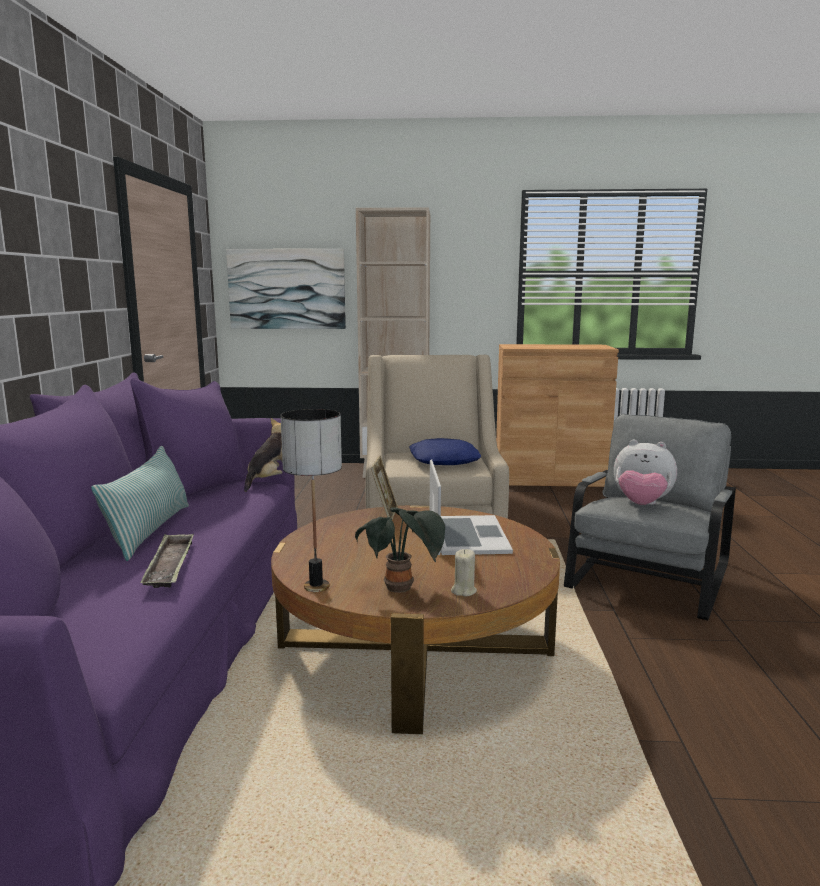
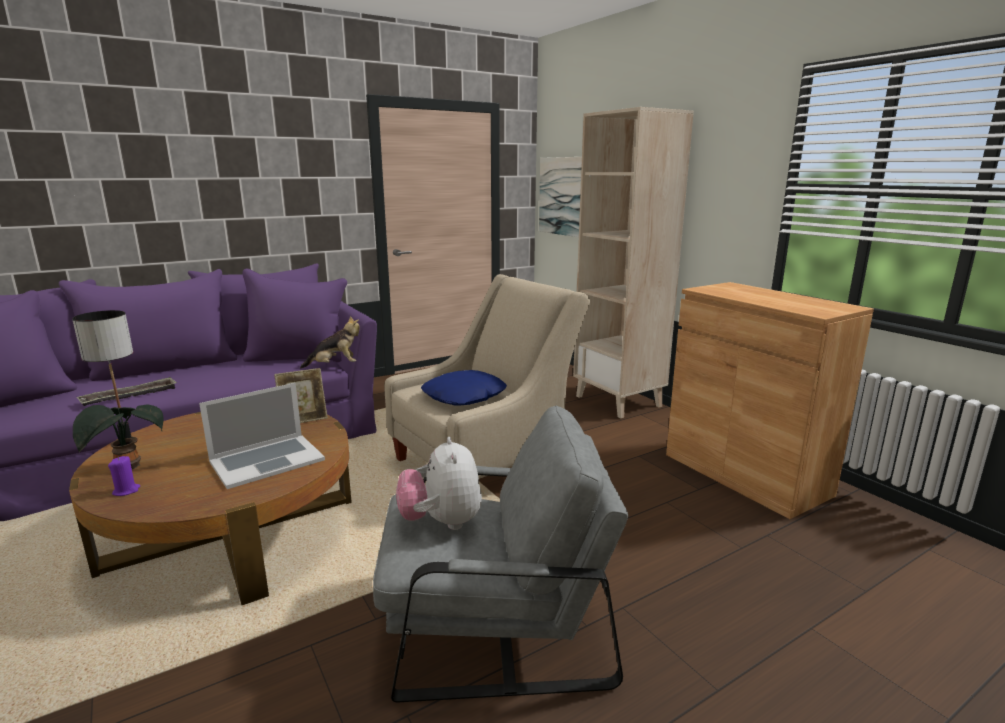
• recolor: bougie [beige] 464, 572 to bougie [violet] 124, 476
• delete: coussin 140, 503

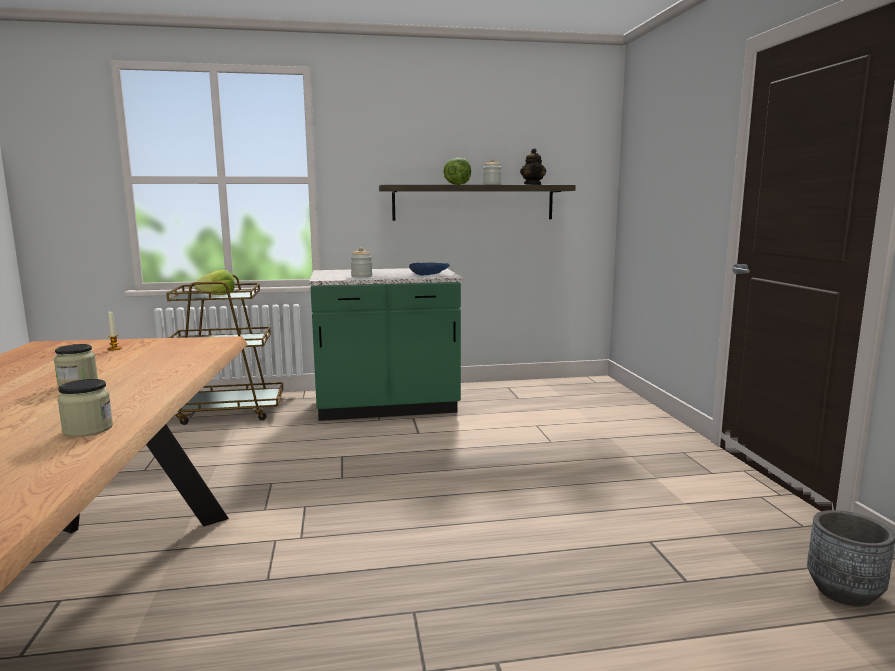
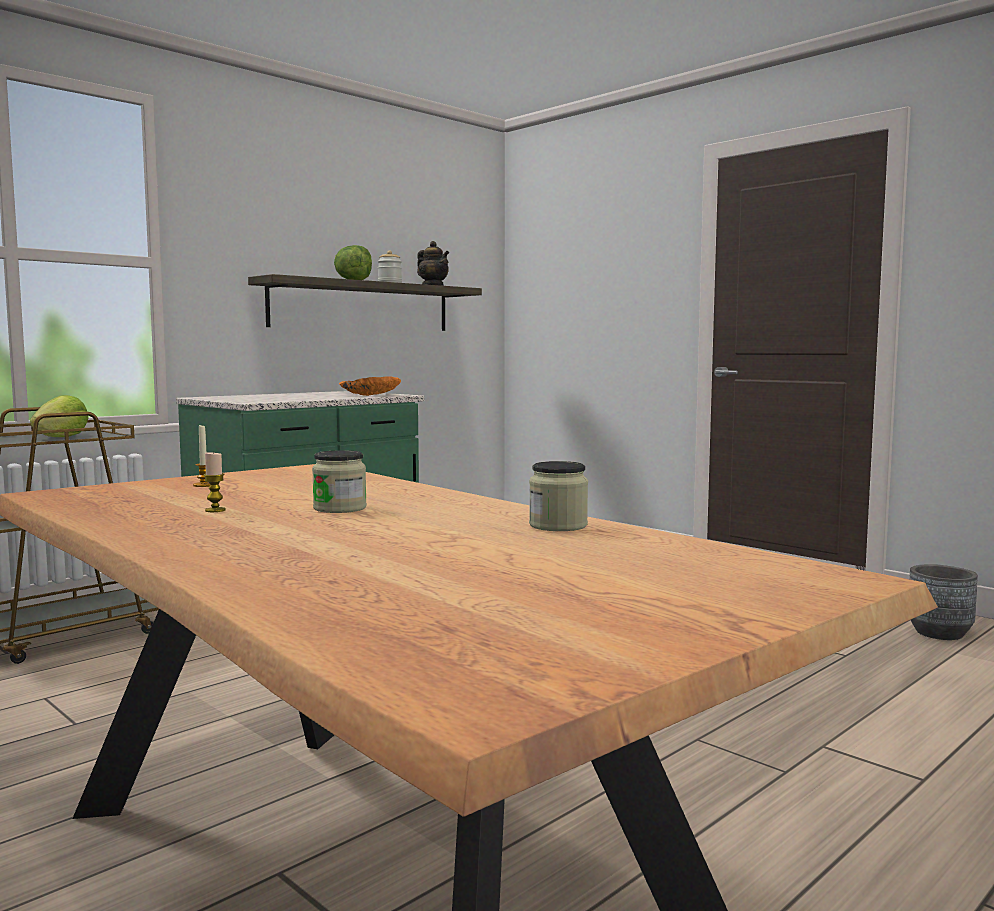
• insert: bougie 215, 482
• recolor: bol [bleu] 429, 269 to bol [orange] 370, 386
• delete: bocal 361, 262

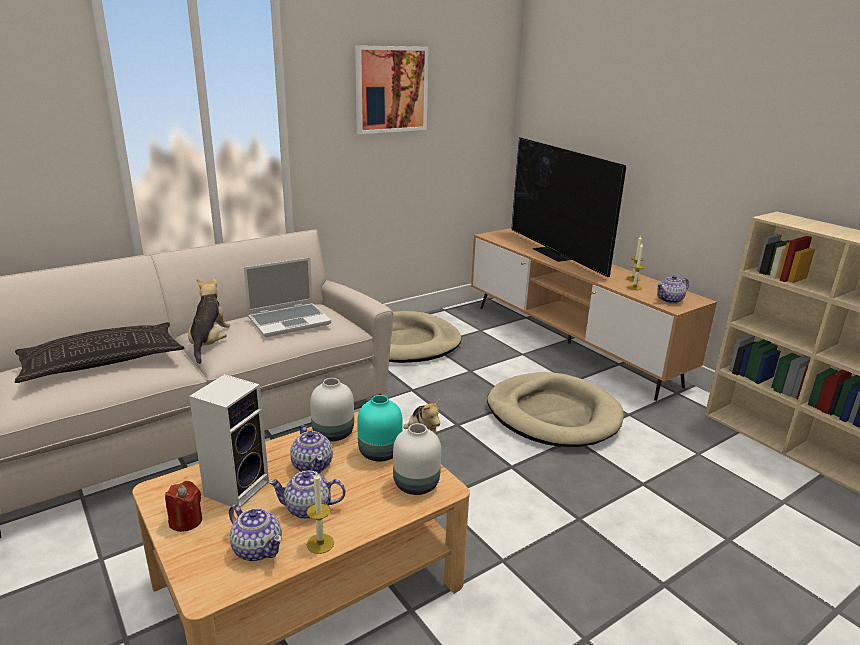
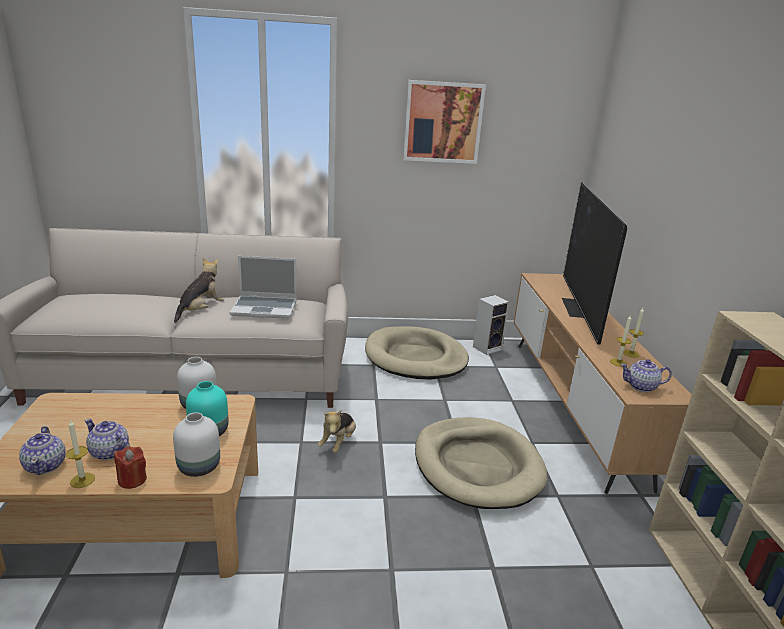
• move: bougie [rouge] 183, 506 to 130, 467
• move: enceinte 229, 441 to 491, 325
• delete: coussin 99, 352
• delete: théière 311, 449

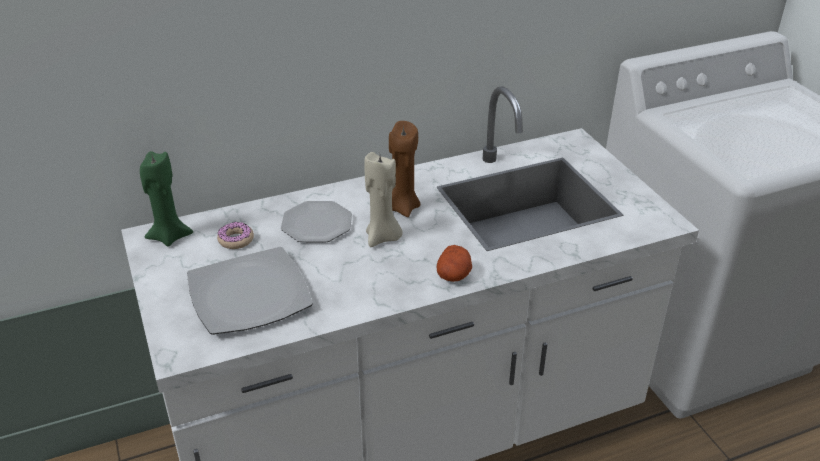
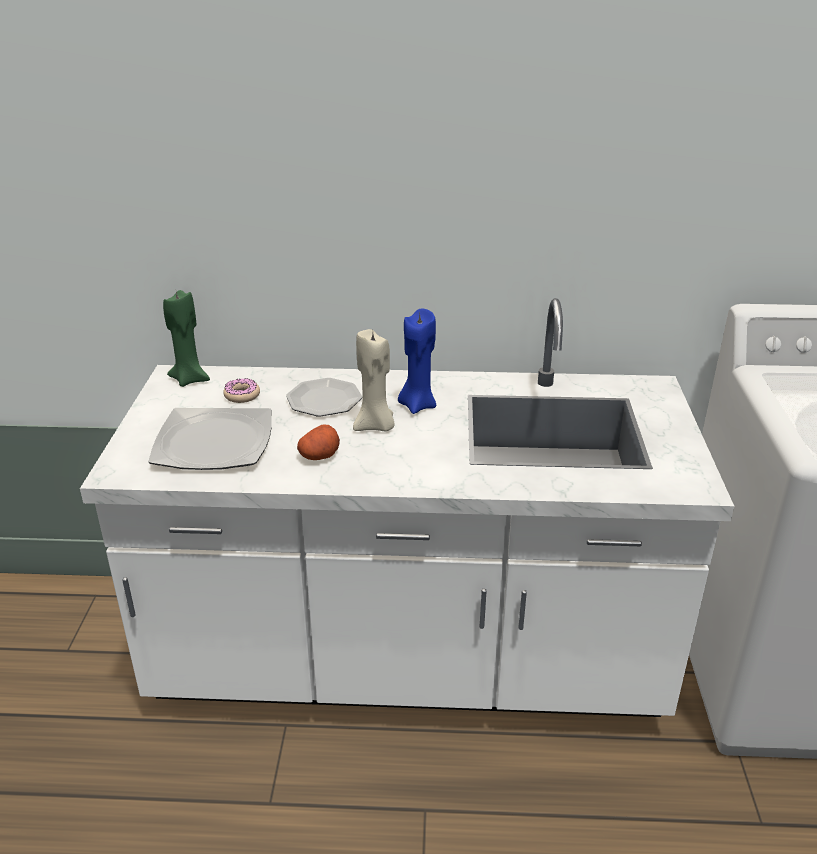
• move: pomme de terre 454, 263 to 318, 442
• recolor: bougie [marron] 404, 169 to bougie [bleu] 417, 361

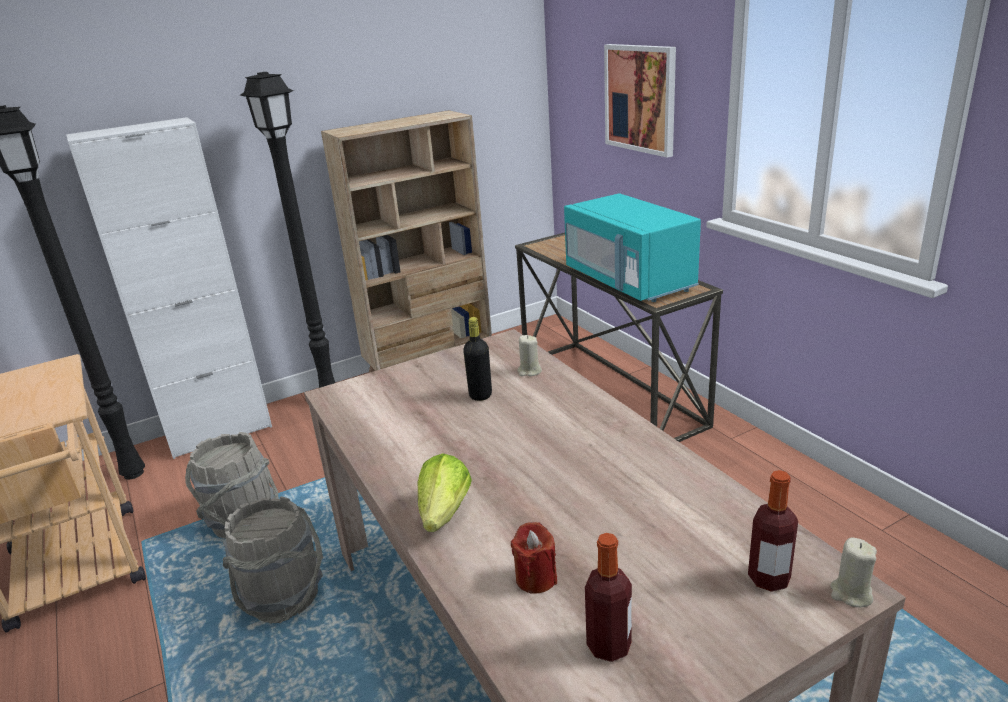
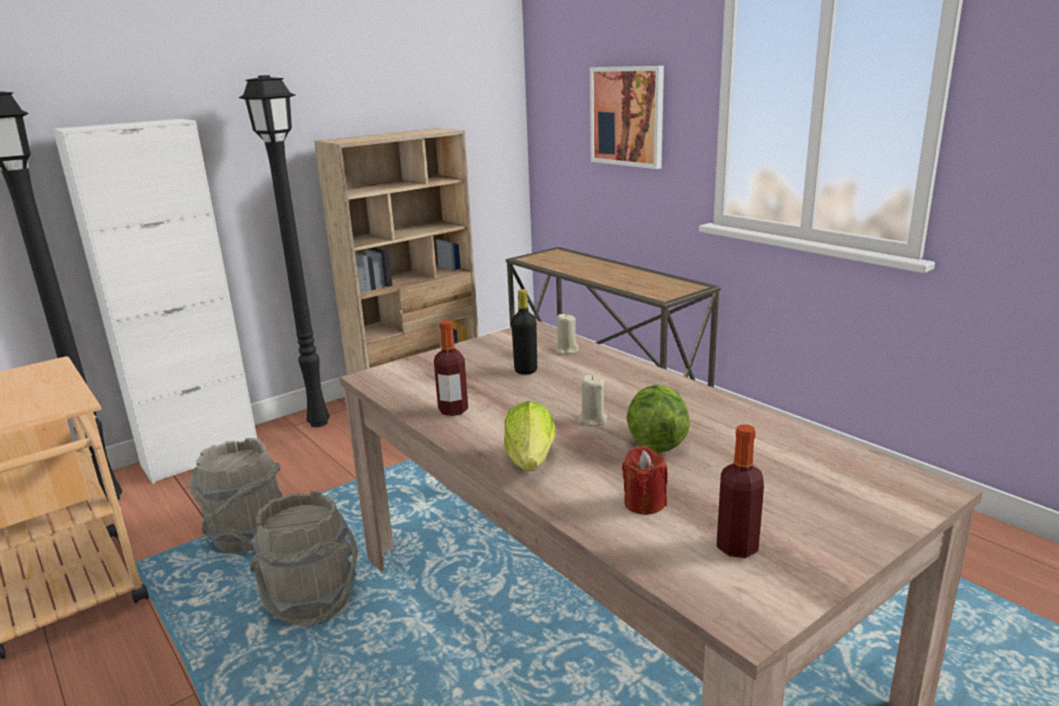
• move: bouteille 773, 531 to 451, 368
• move: bougie [beige] 853, 572 to 592, 400
• insert: laitue 658, 419
• delete: micro-ondes [turquoise] 632, 247

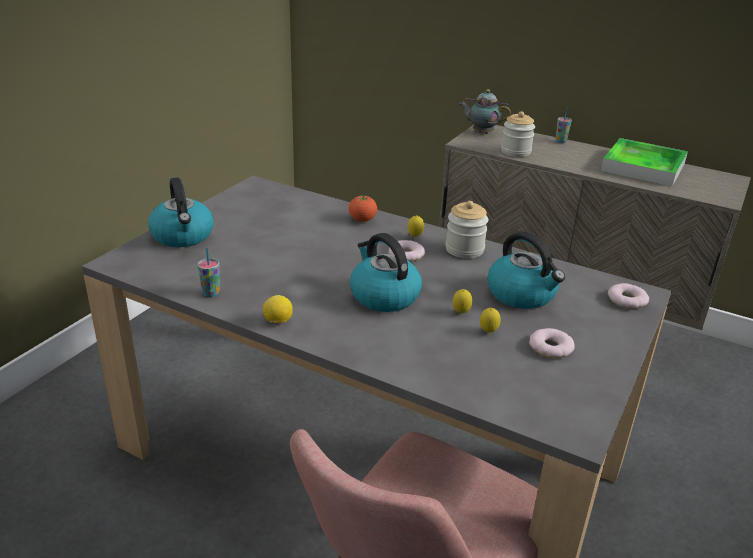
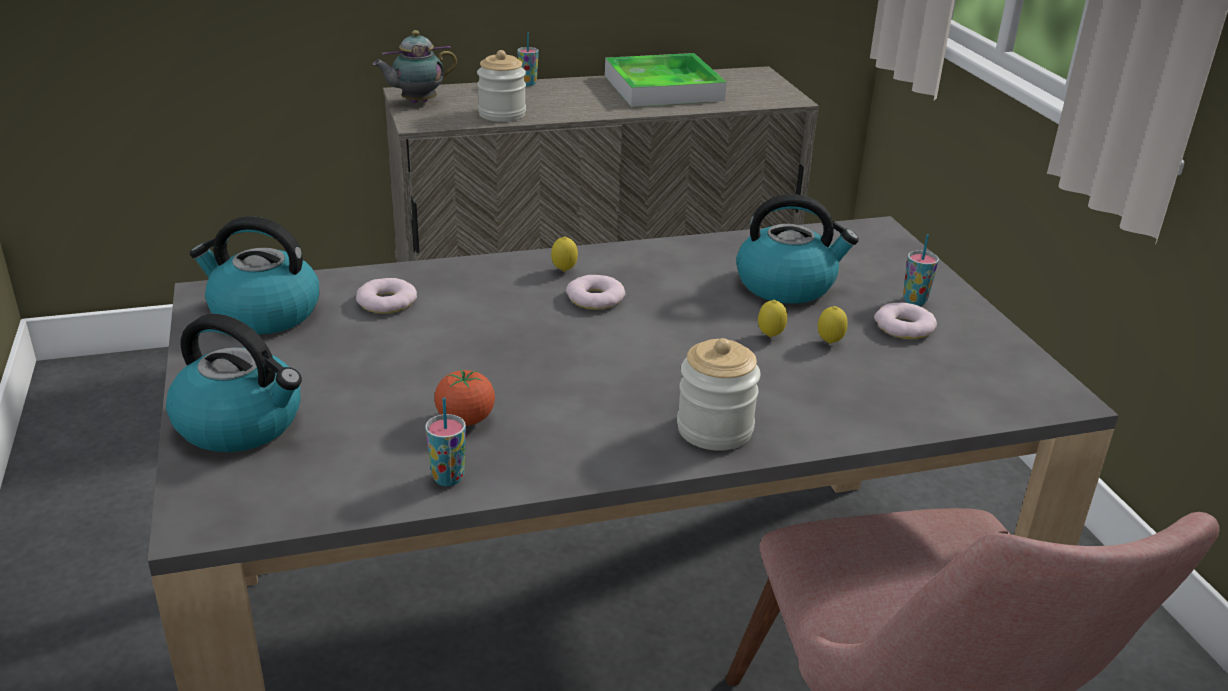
• move: bouilloire 386, 272 to 254, 275
• move: beignet 628, 296 to 386, 296
• move: tomate 363, 208 to 464, 397
• move: bocal 467, 229 to 719, 394
• insert: tasse 921, 270
• delete: citron 278, 309

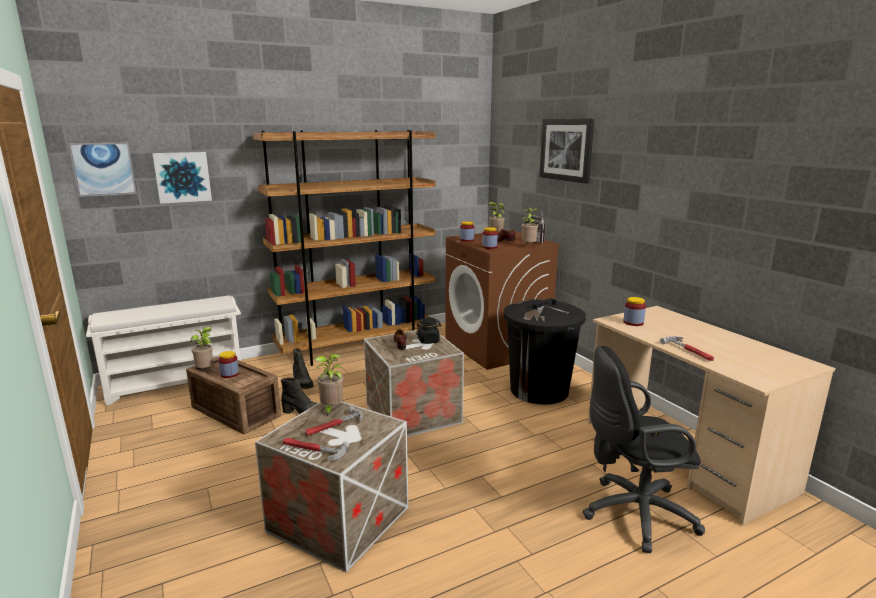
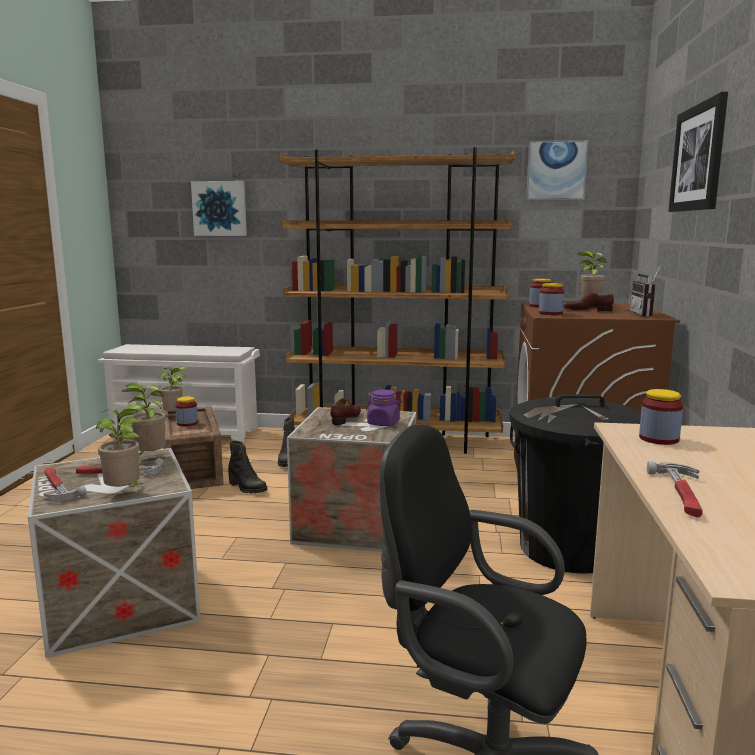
• move: plante en pot 530, 226 to 120, 446
• recolor: bocal [noir] 429, 330 to bocal [violet] 384, 407
• move: tableau 102, 169 to 557, 170

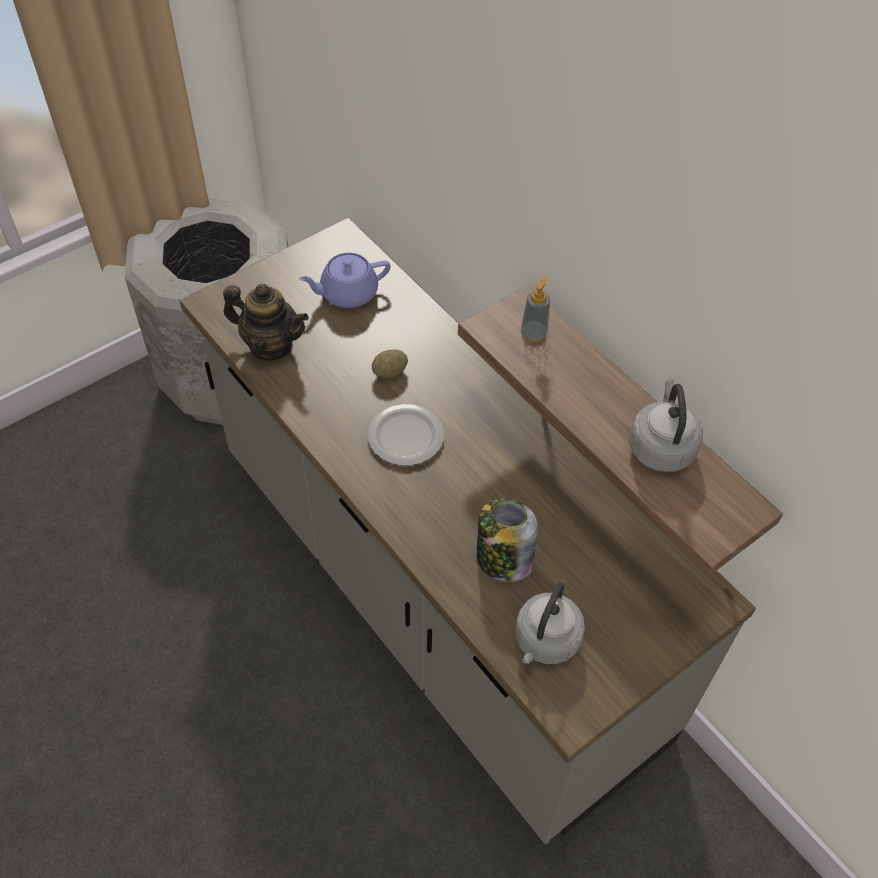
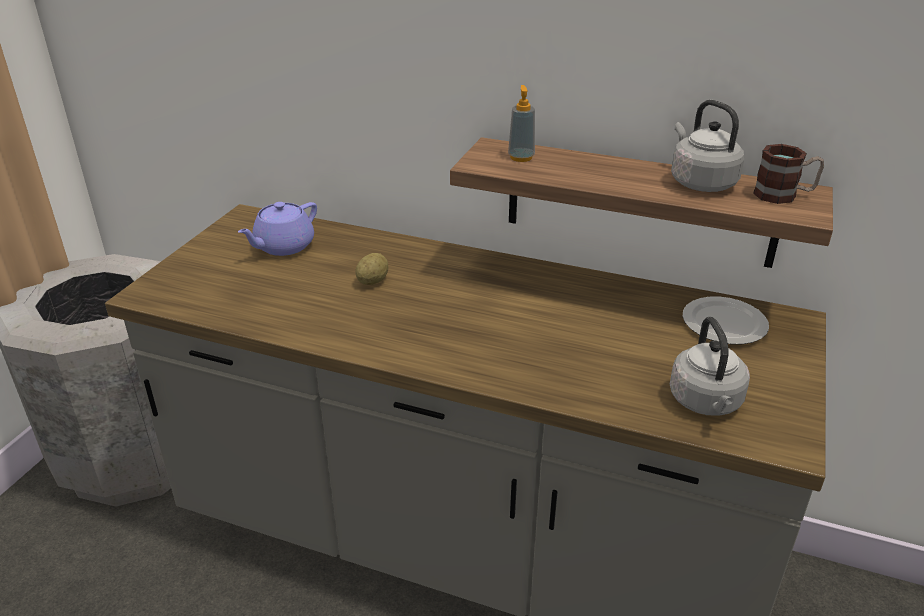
• move: assiette 406, 435 to 726, 320
• insert: mug 788, 174
• delete: théière 266, 322
• delete: bocal 507, 540

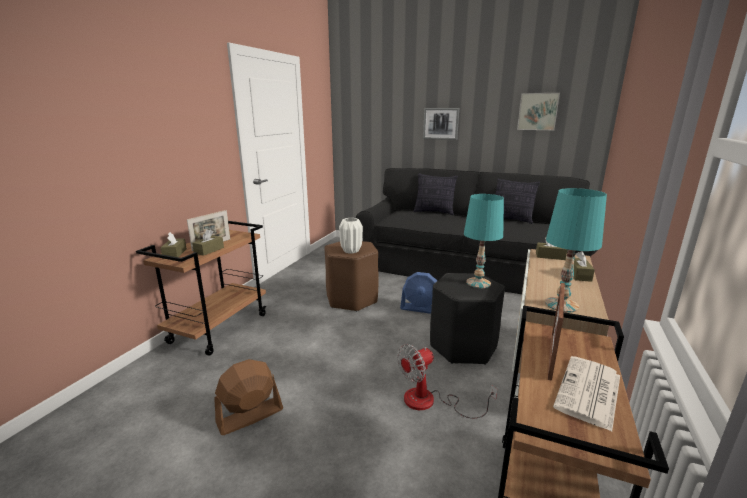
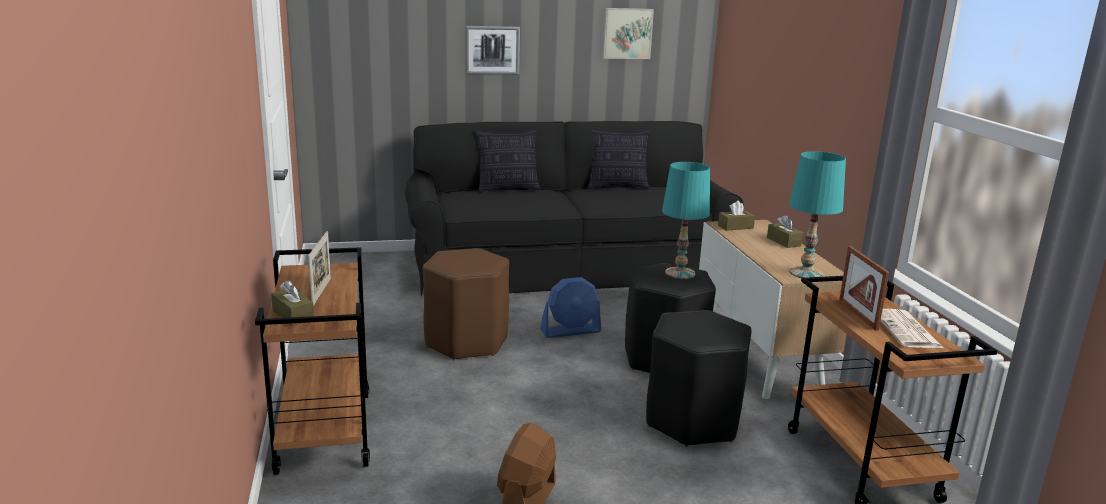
• replace: ventilateur 447, 381 to tabouret [noir] 698, 378
• delete: boîte à mouchoirs [marron] 208, 242
• delete: vase [blanc] 351, 236

